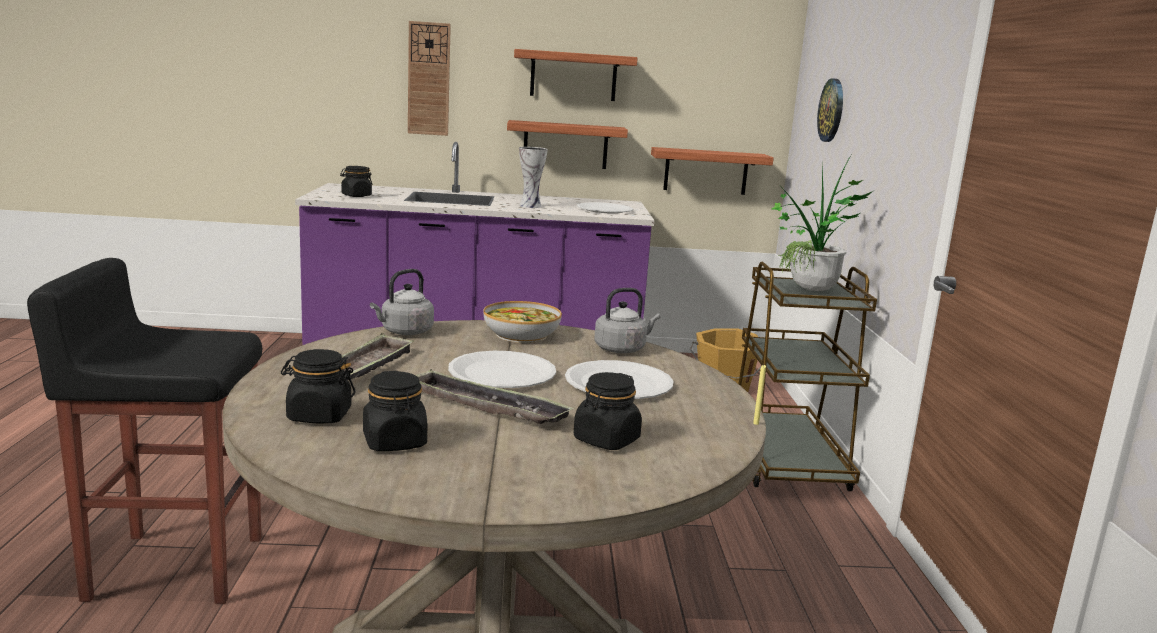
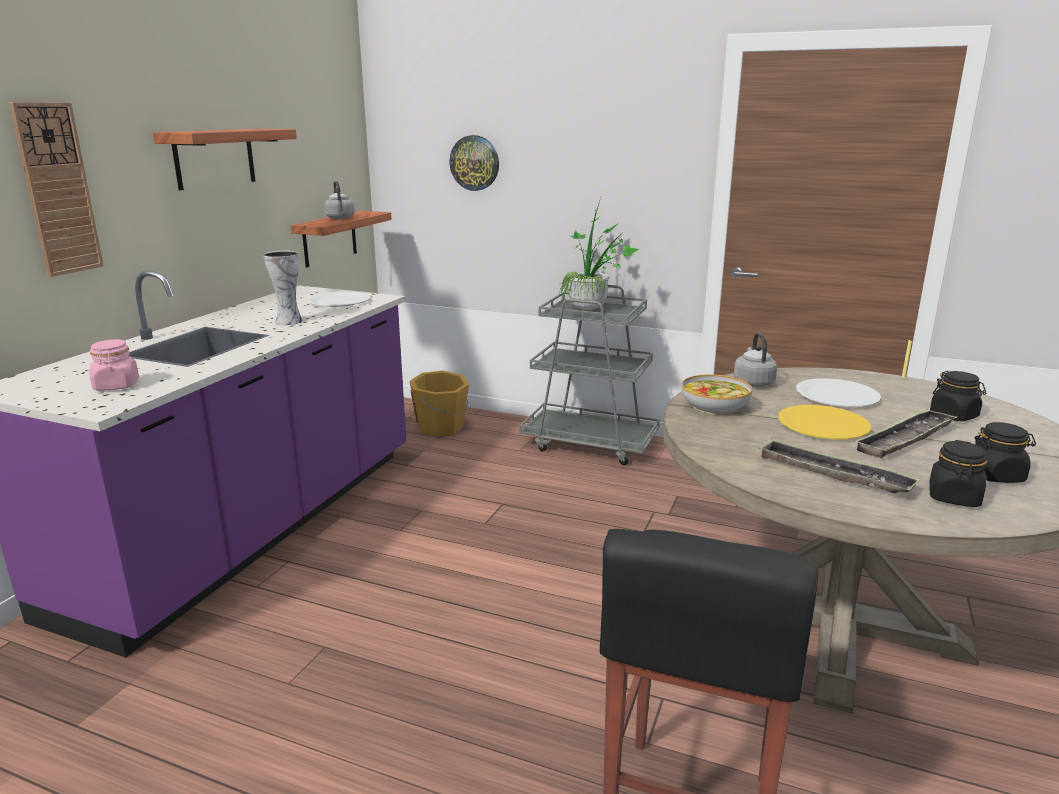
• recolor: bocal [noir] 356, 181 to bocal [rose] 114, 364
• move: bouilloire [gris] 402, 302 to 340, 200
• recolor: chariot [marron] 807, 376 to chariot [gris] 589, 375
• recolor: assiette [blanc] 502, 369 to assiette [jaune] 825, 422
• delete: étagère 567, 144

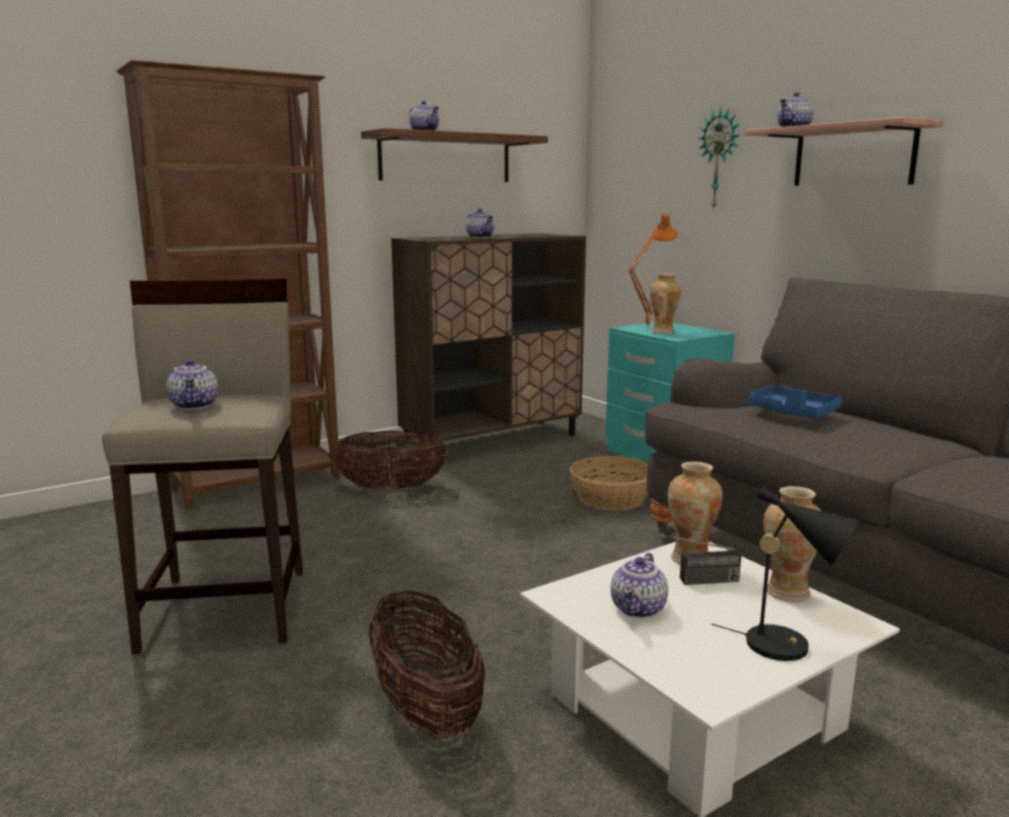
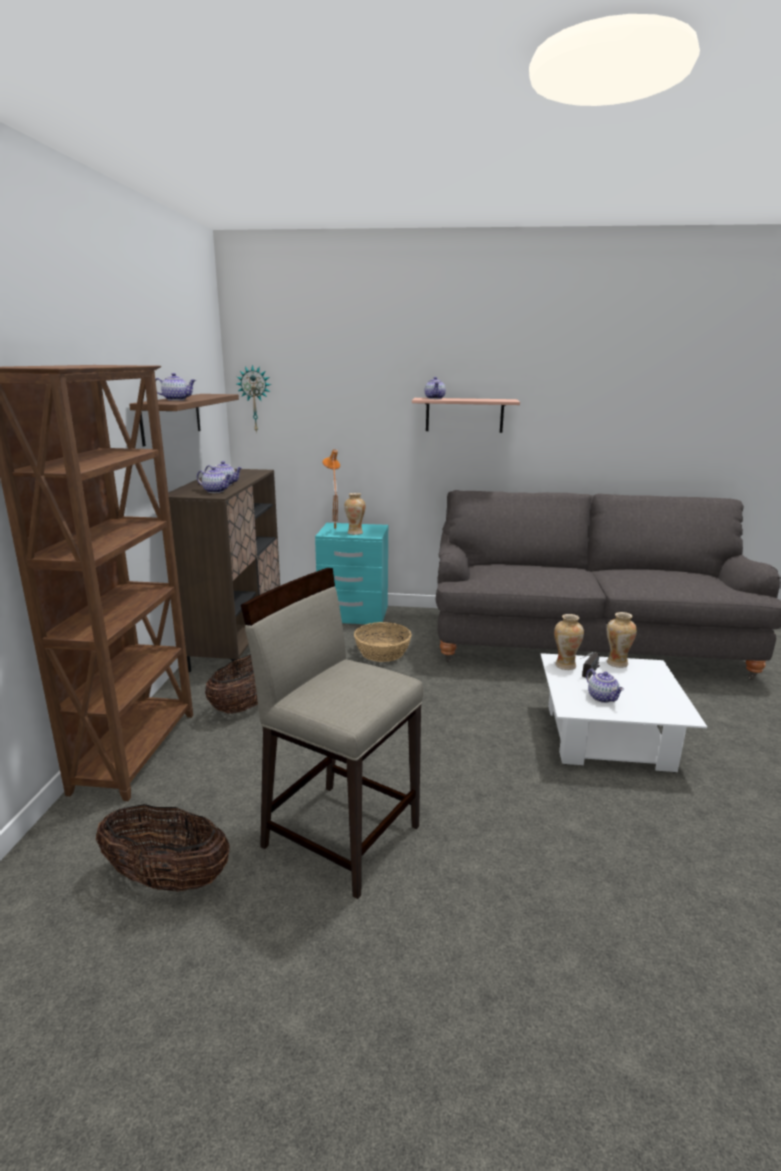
• move: panier 427, 665 to 163, 848
• move: théière 192, 384 to 214, 480
• move: horloge murale 719, 158 to 254, 399
• delete: lampe de table [noir] 785, 573
• delete: plateau [bleu] 795, 402

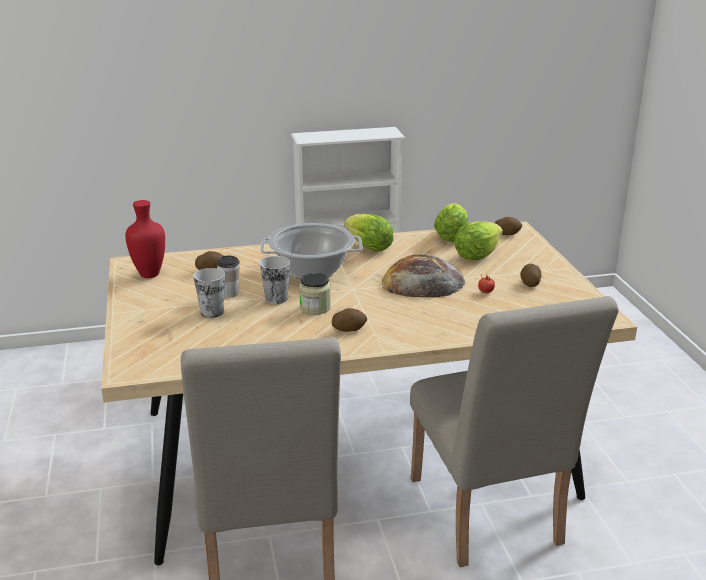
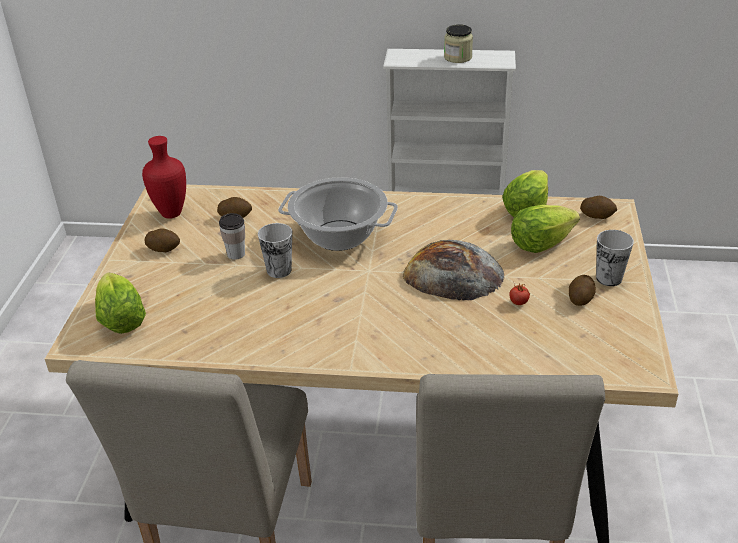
• move: laitue 369, 233 to 120, 303
• move: pomme de terre 350, 320 to 162, 240
• move: bocal 315, 294 to 458, 43
• move: tasse 209, 293 to 615, 258

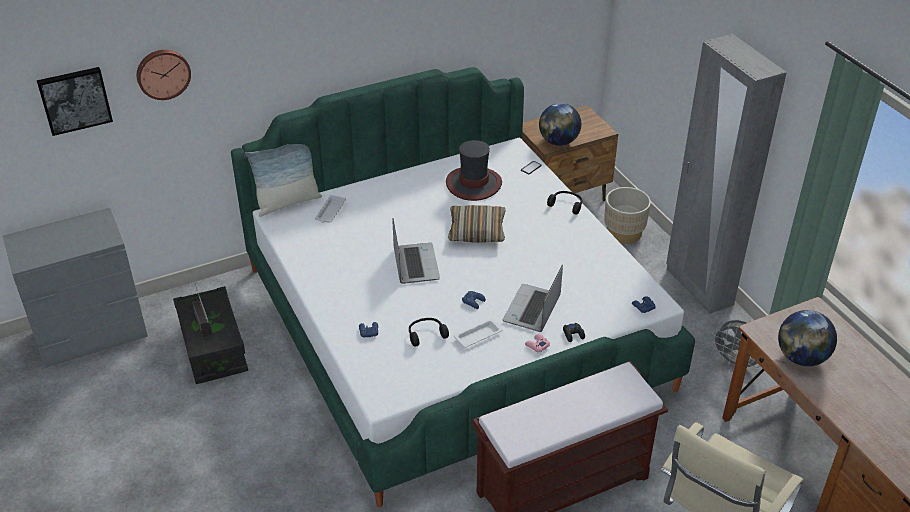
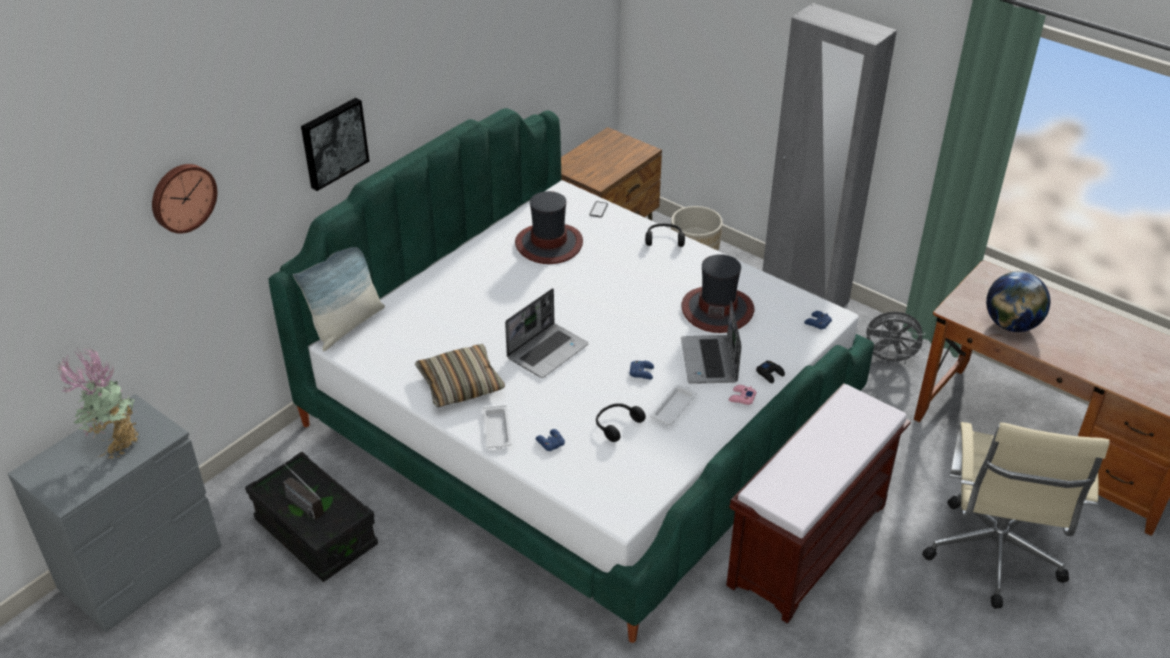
• insert: plante en pot 97, 403
• move: tableau 75, 101 to 335, 144
• move: coussin 477, 224 to 460, 375
• move: plateau [blanc] 330, 209 to 496, 427
• rotate: ordinateur portable 416, 251 = 546, 333 75 degrees clockwise
• insert: chapeau 717, 293
• delete: globe 560, 124

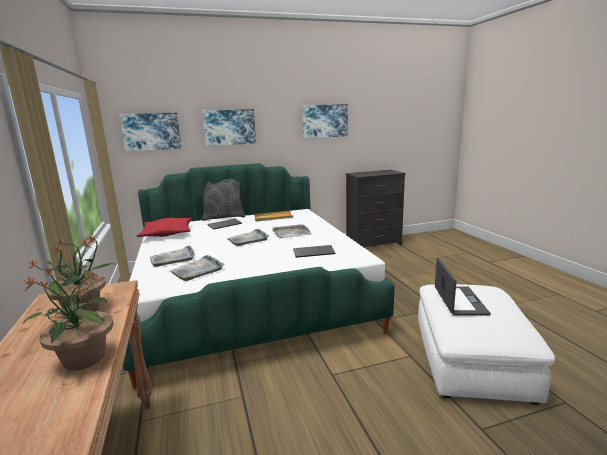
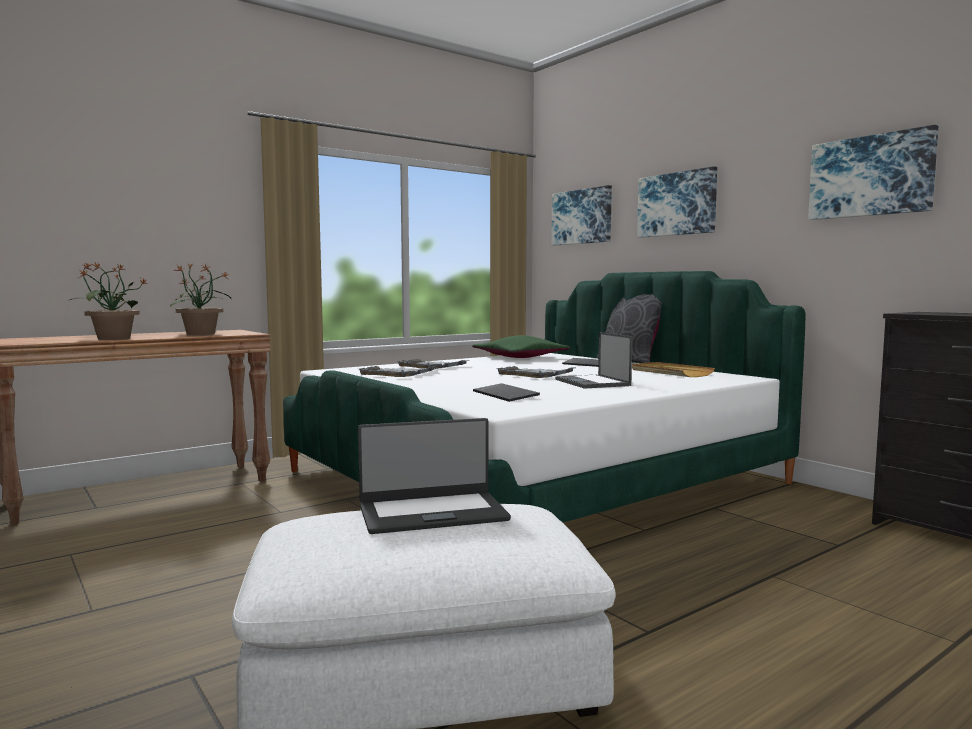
• recolor: coussin [rouge] 164, 227 to coussin [vert] 521, 346
• replace: plateau [gris] 291, 231 to ordinateur portable 593, 360

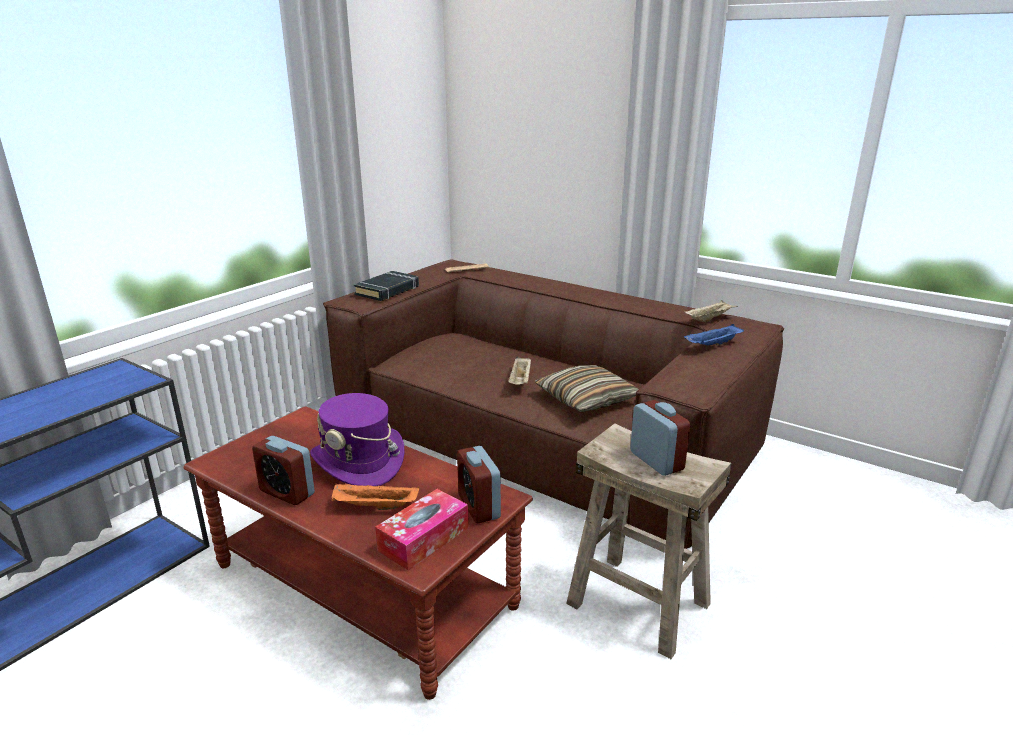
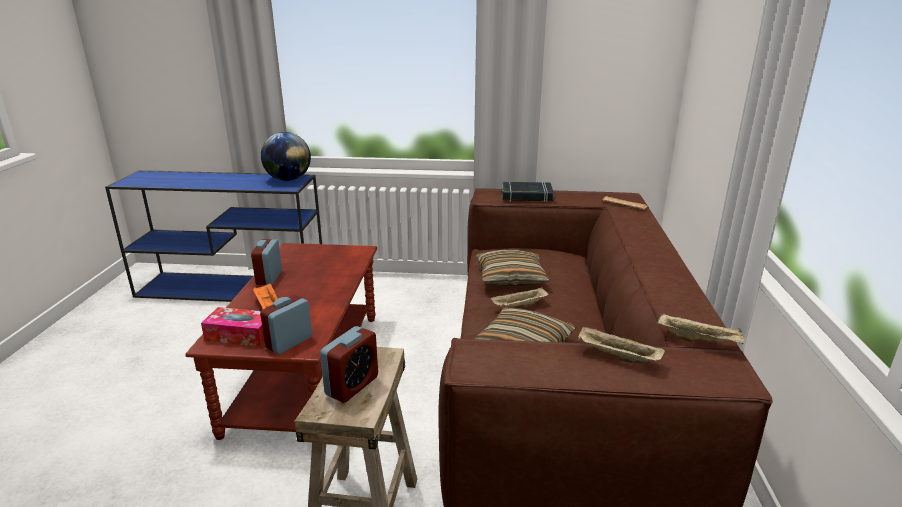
• insert: globe 286, 156
• insert: coussin 513, 268
• recolor: plateau [bleu] 714, 335 to plateau [beige] 621, 344
• delete: chapeau [violet] 357, 439

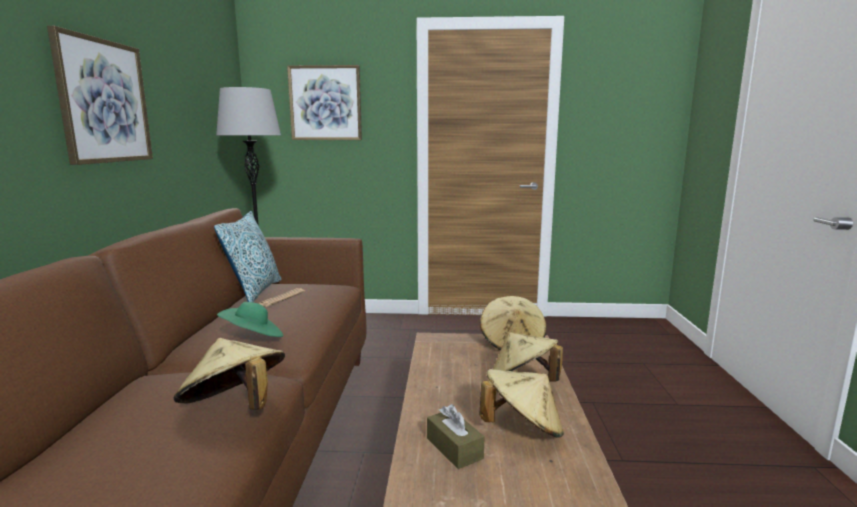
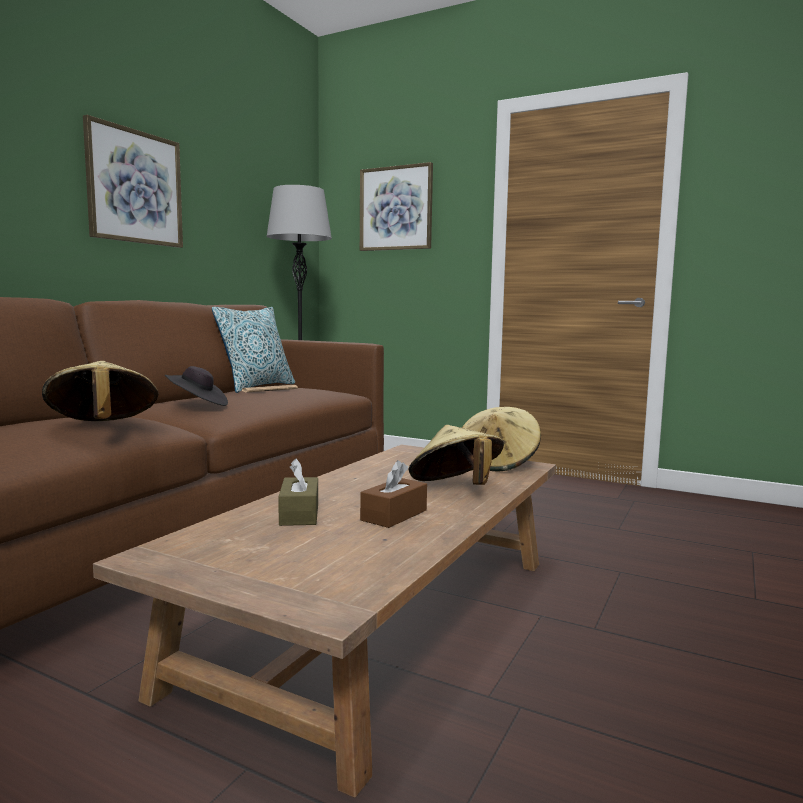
• recolor: chapeau [vert] 250, 319 to chapeau [noir] 196, 386
• replace: chapeau [beige] 521, 403 to boîte à mouchoirs [marron] 393, 494

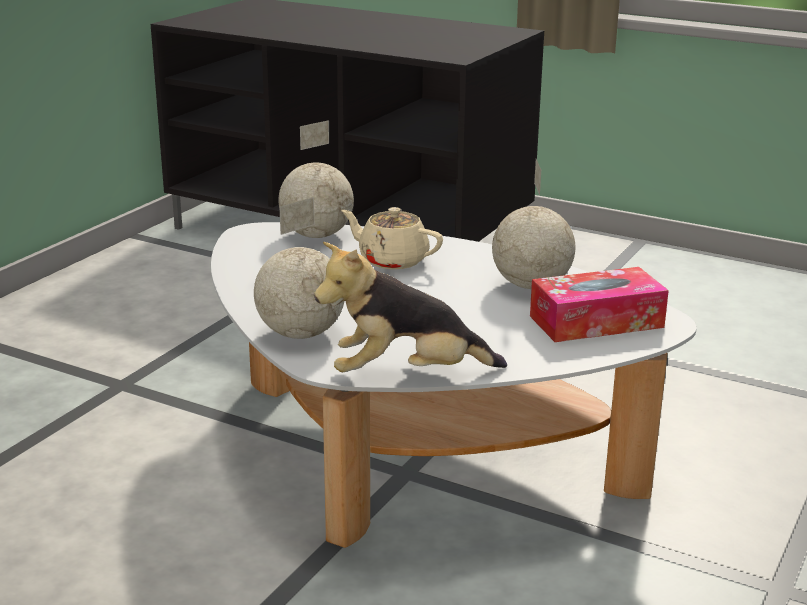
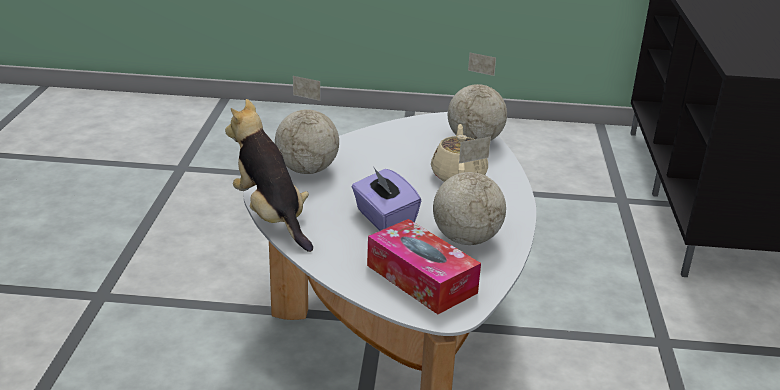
• insert: boîte à mouchoirs [violet] 386, 198

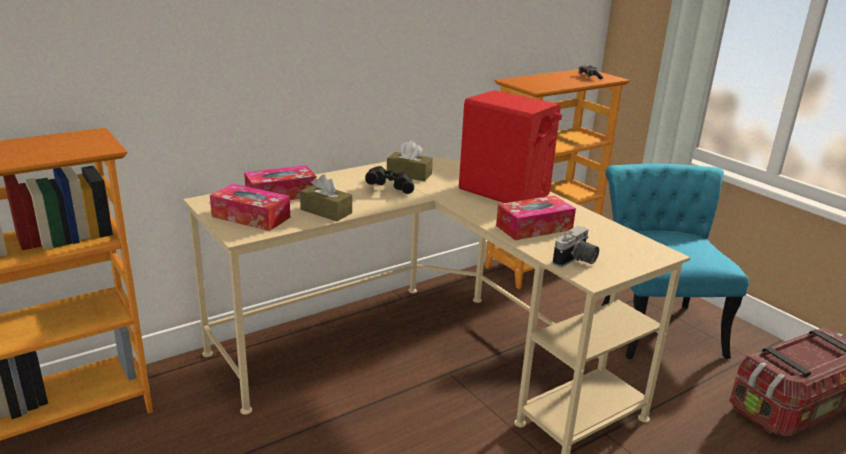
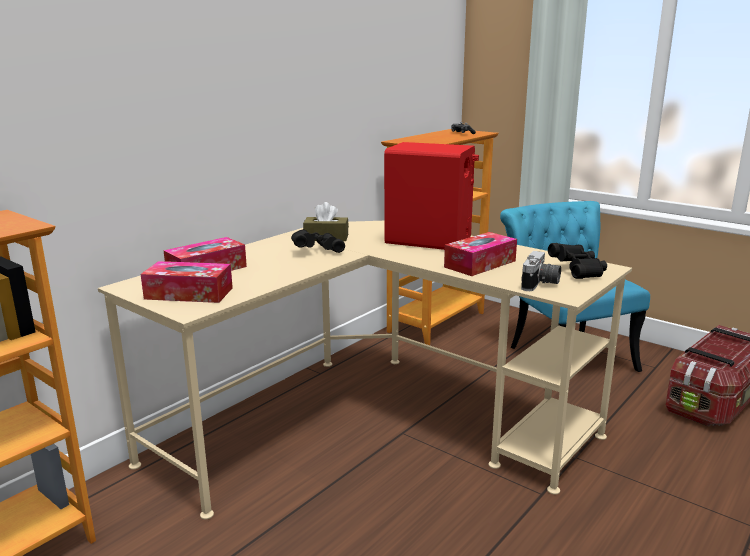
• insert: jumelles [noir] 577, 261
• delete: boîte à mouchoirs [marron] 326, 197

